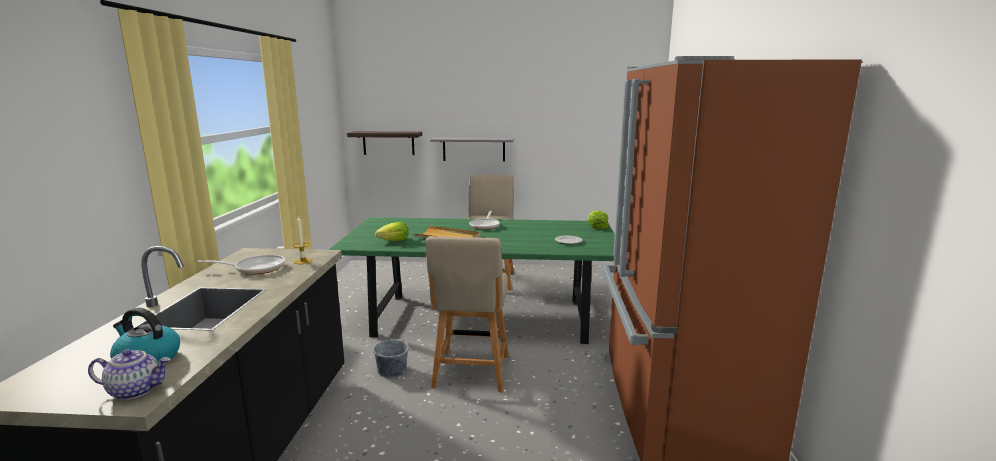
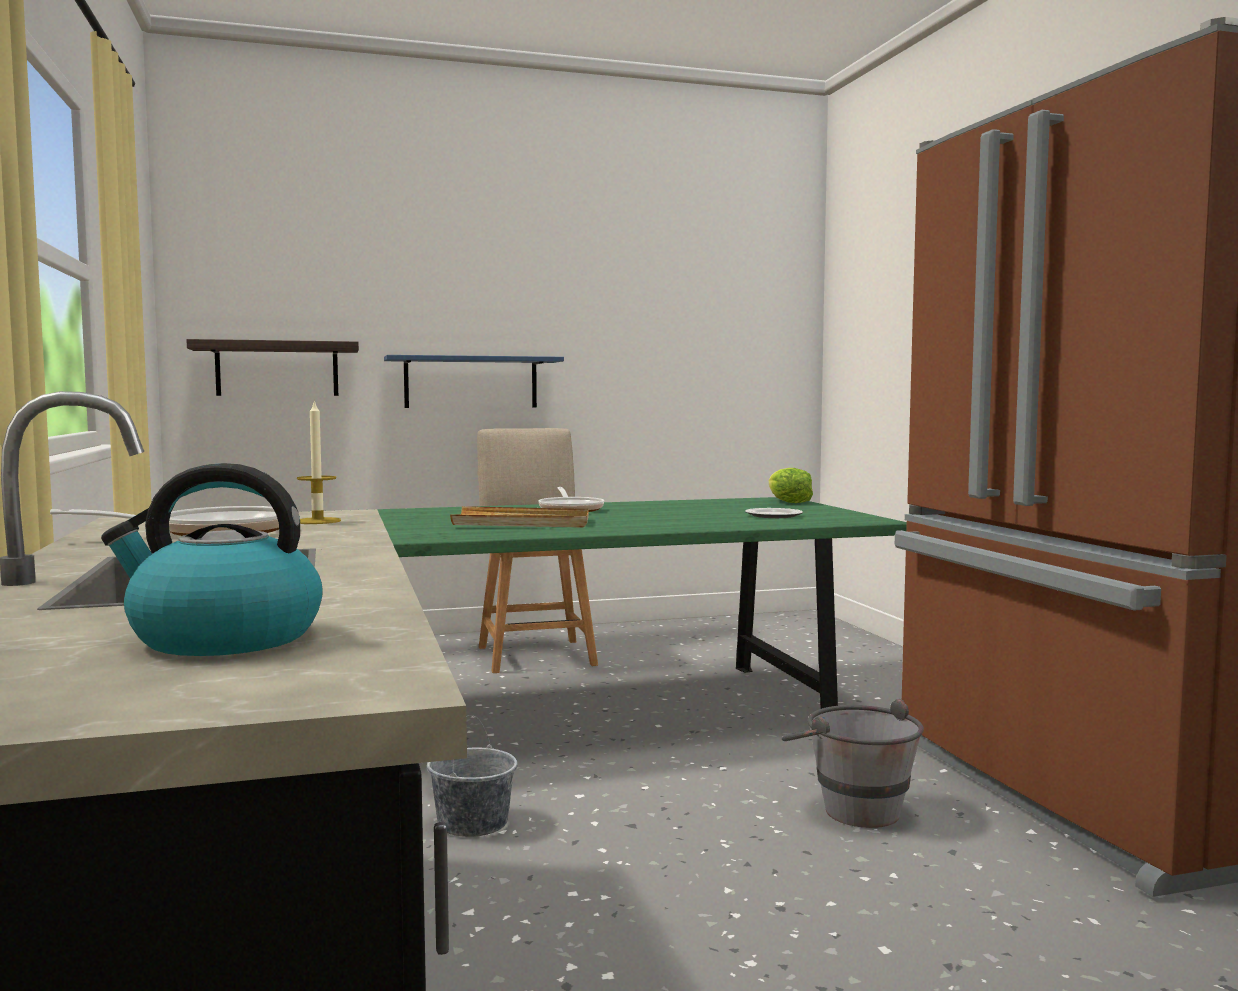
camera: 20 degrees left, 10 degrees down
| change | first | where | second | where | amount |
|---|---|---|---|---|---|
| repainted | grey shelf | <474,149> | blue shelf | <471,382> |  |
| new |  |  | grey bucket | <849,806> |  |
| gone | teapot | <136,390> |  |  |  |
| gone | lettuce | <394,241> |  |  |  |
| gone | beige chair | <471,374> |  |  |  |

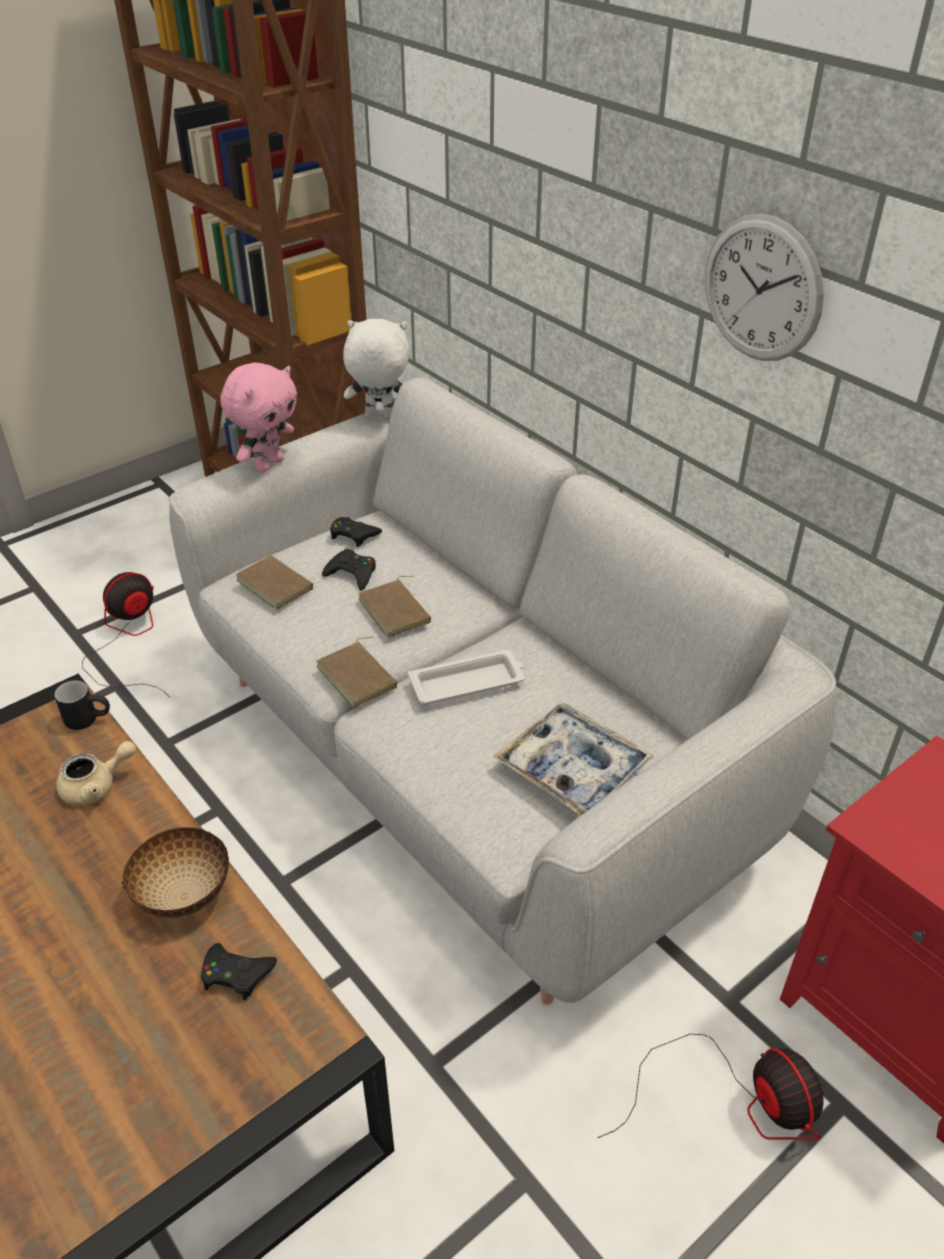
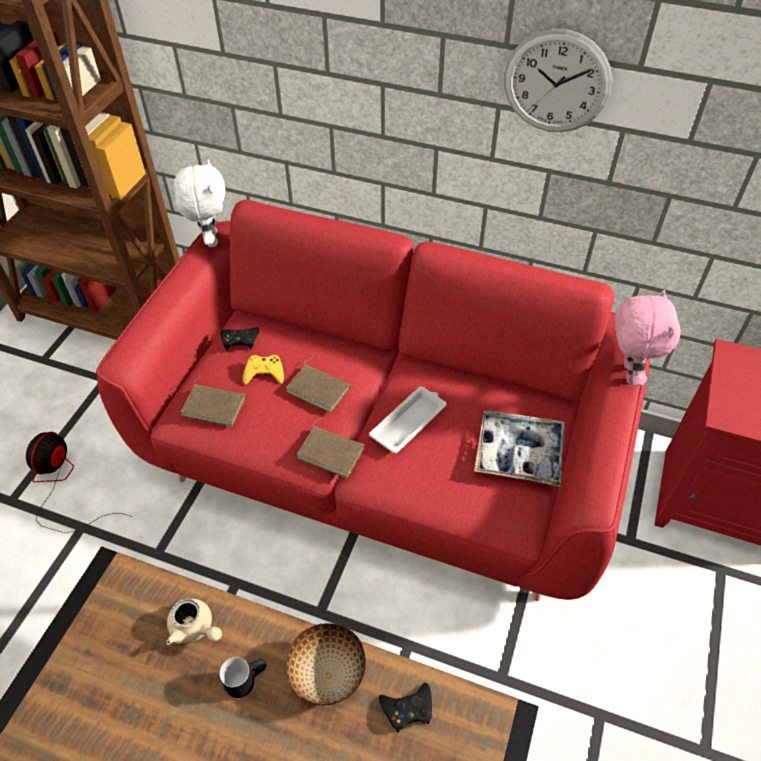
camera: 30 degrees left, 10 degrees up
| change | first | where | second | where | amount |
|---|---|---|---|---|---|
| repainted | grey sofa | <472,759> | red sofa | <381,459> |  |
| rotated | beige teapot | <97,786> |  | <195,629> | 90 degrees clockwise |
| rotated | white plush toy | <379,417> |  | <210,239> | 105 degrees clockwise |
| shifted | black mug | <89,719> |  | <246,678> |  |
| repainted | black game controller | <352,574> | yellow game controller | <264,373> |  |
| shifted | pink plush toy | <268,464> |  | <627,372> |  |
| gone | fan | <736,1100> |  |  |  |

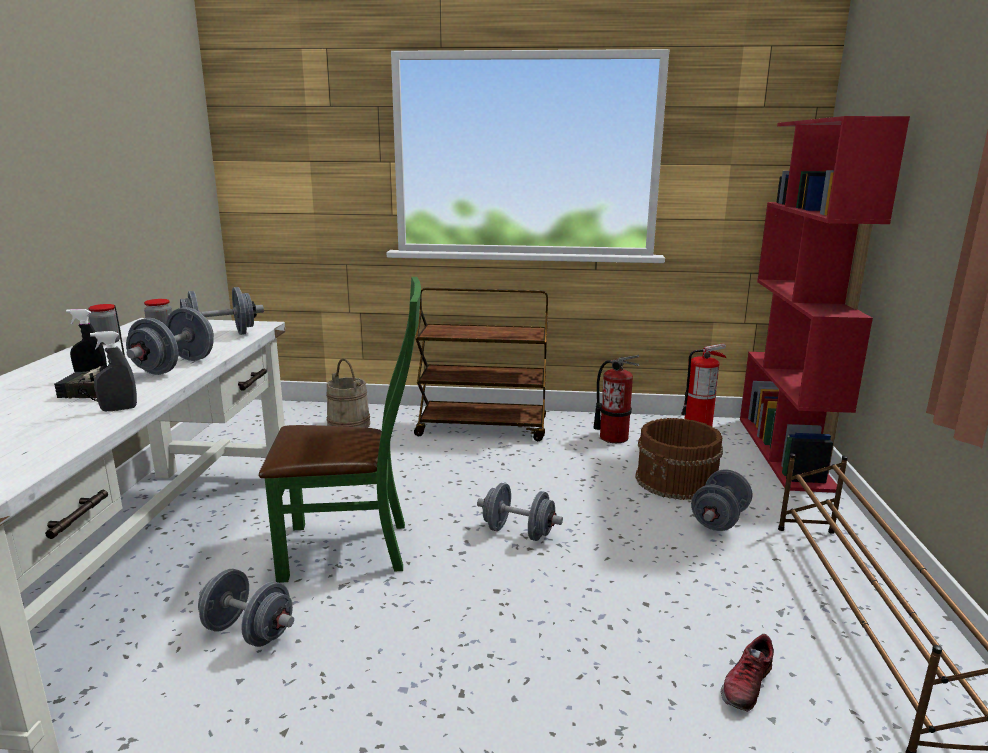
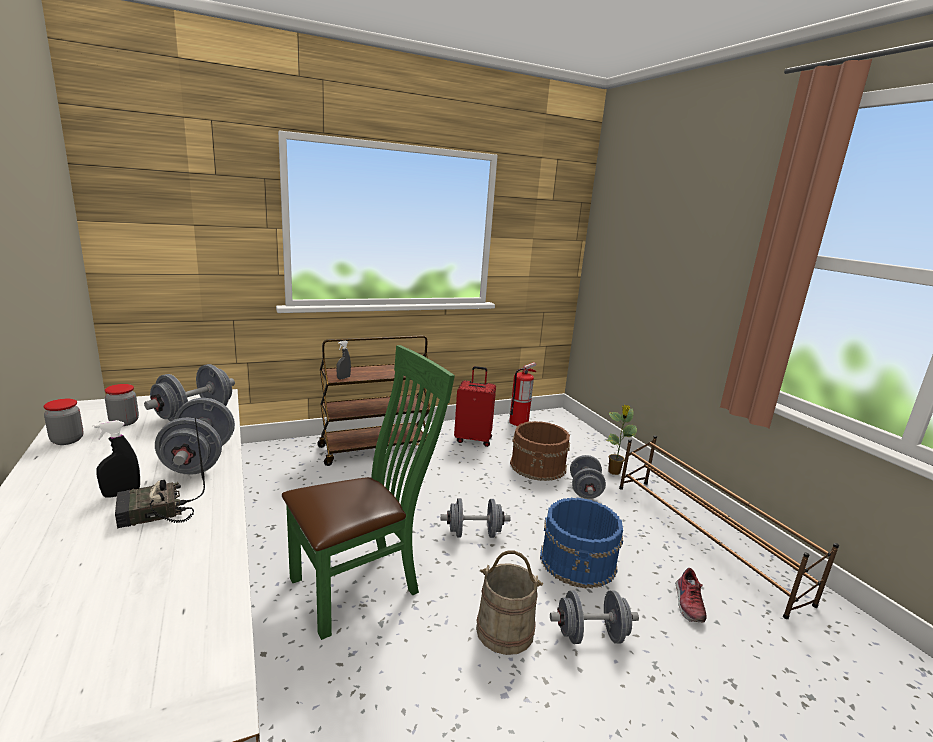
camera: 30 degrees left, 0 degrees up
| change | first | where | second | where | amount |
|---|---|---|---|---|---|
| shifted | grey spray bottle | <119,409> |  | <343,378> |  |
| swapped | fire extinguisher | <613,437> | red suitcase | <473,439> |  |
| shifted | beige bucket | <349,425> |  | <505,630> |  |
| new |  |  | blue bucket | <578,560> |  |
| shifted | grey dumbbell | <248,632> |  | <590,635> |  |
| new |  |  | potted plant | <614,472> |  |
| gone | red bookcase | <785,452> |  |  |  |

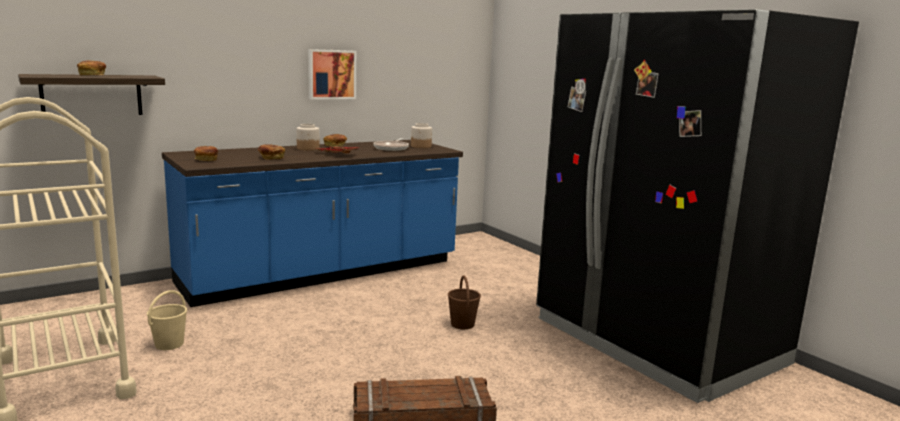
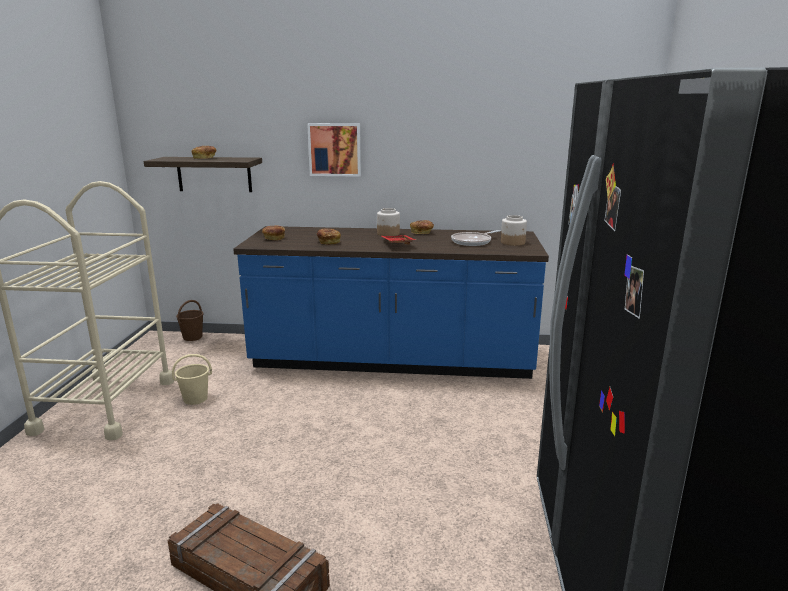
camera: 40 degrees right, 5 degrees up
| change | first | where | second | where | amount |
|---|---|---|---|---|---|
| shifted | brown bucket | <462,324> |  | <193,337> |  |
| shifted | picture | <331,74> |  | <335,149> |  |

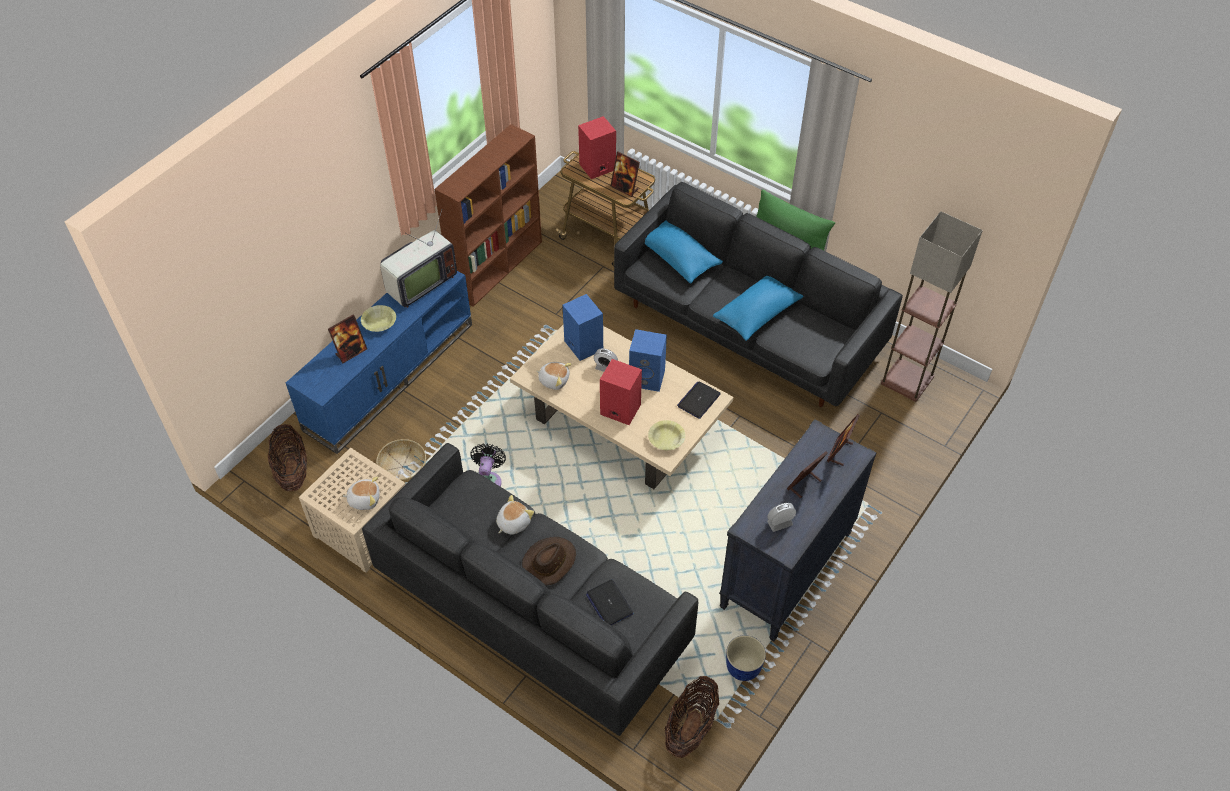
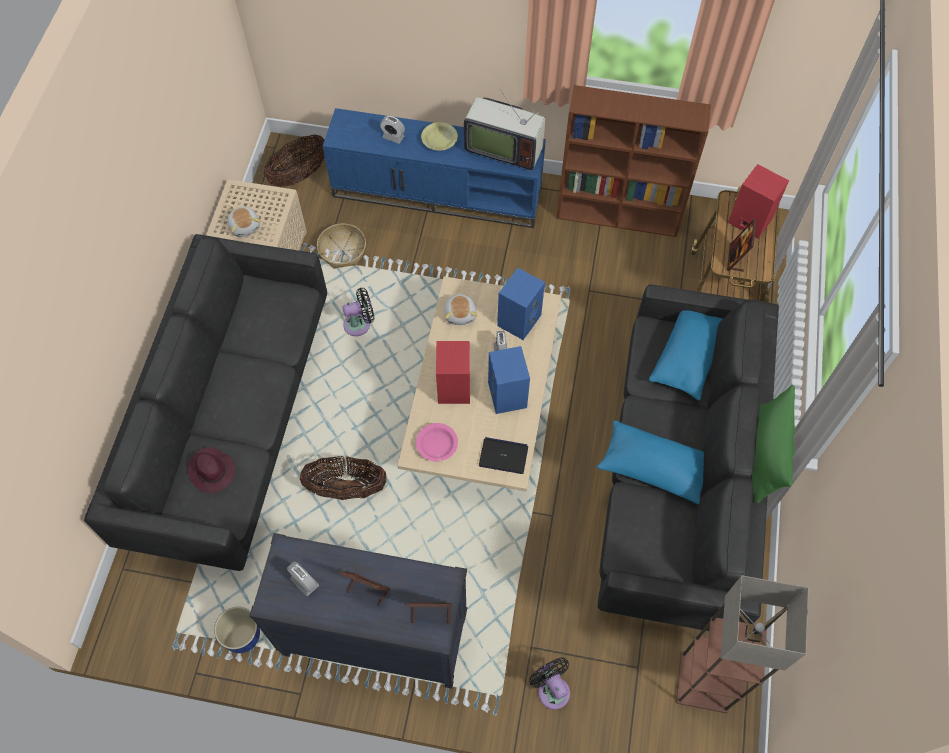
camera: 65 degrees right, 10 degrees up
| change | first | where | second | where | amount |
|---|---|---|---|---|---|
| swapped | laptop | <609,603> | purple hat | <212,471> |  |
| shifted | basket | <690,728> |  | <346,488> |  |
| swapped | picture frame | <351,352> | alarm clock | <393,137> |  |
| repainted | yellow bowl | <666,439> | pink bowl | <437,445> |  |
| new |  |  | black fan | <552,689> |  |
| gone | plush toy | <513,522> |  |  |  |
| gone | brown hat | <549,562> |  |  |  |

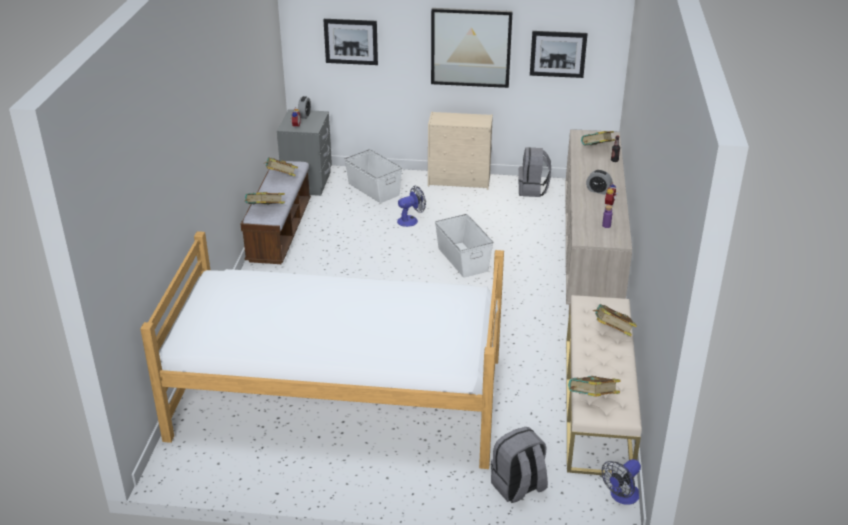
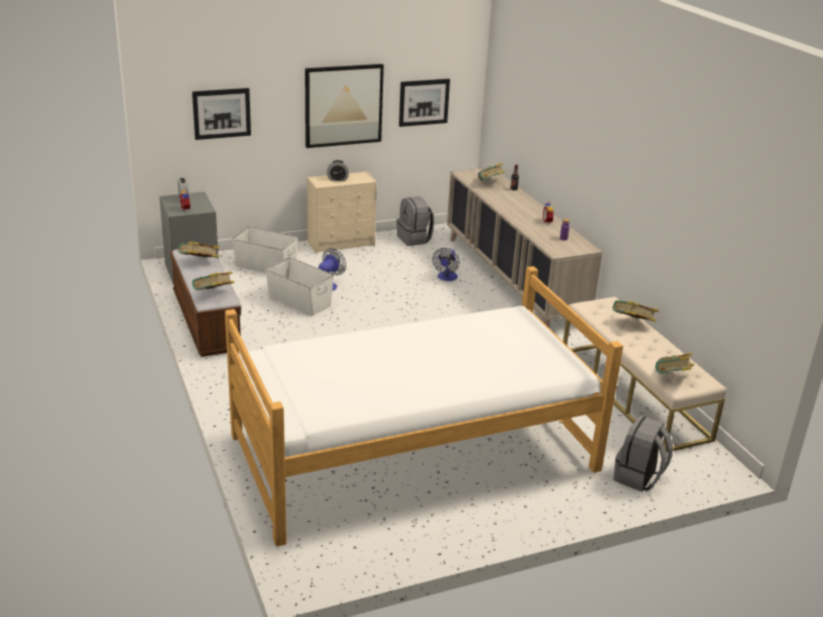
camera: 30 degrees left, 5 degrees down
| change | first | where | second | where | amount |
|---|---|---|---|---|---|
| shifted | white storage box | <463,259> |  | <299,301> |  |
| shifted | alarm clock | <598,191> |  | <338,179> |  |
| shifted | fan | <621,496> |  | <446,278> |  |

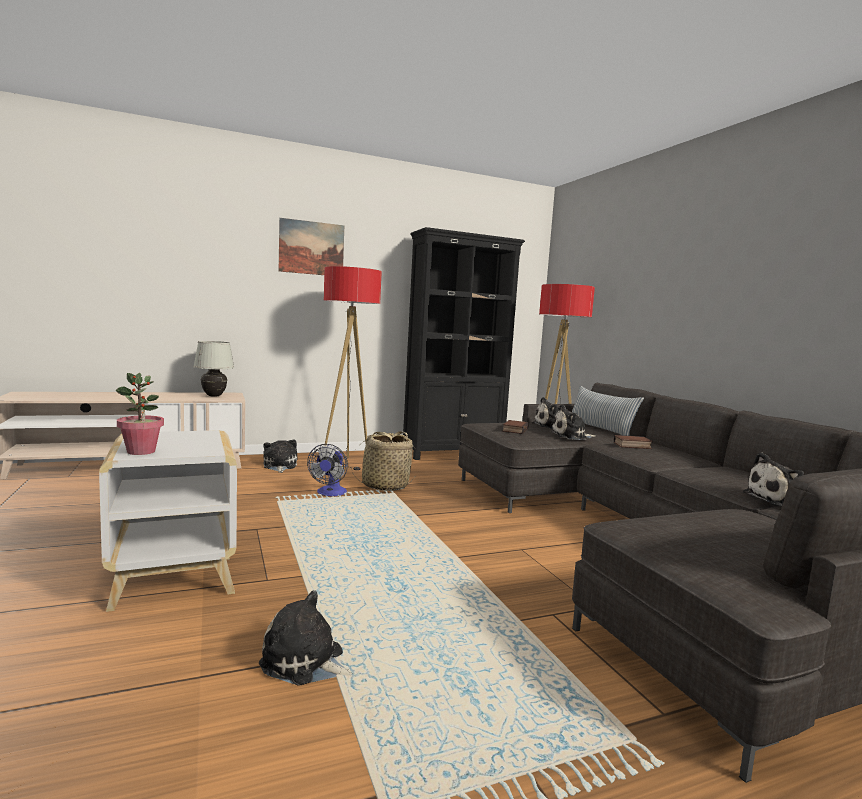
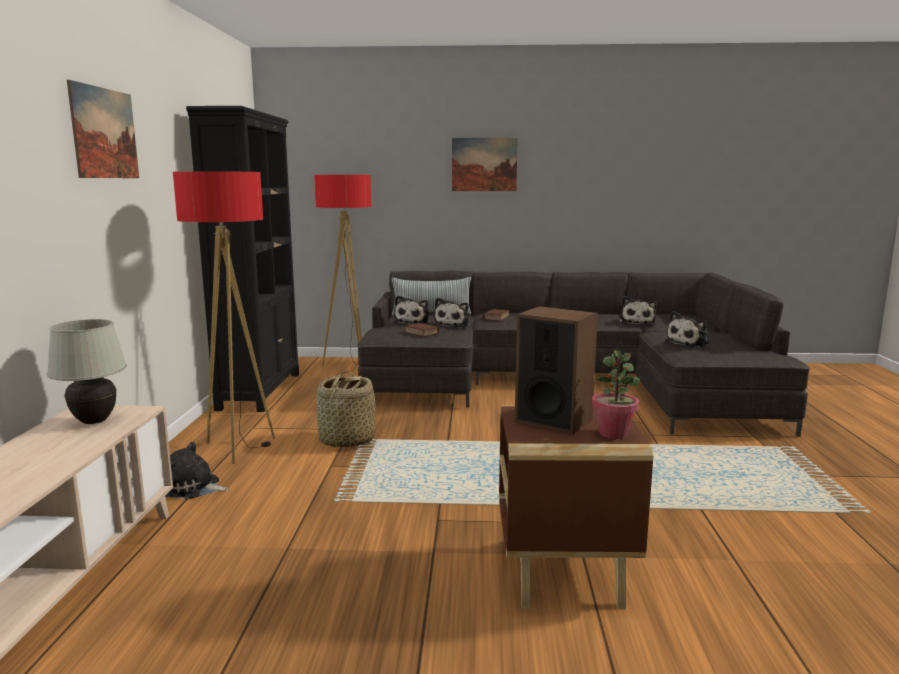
camera: 65 degrees left, 5 degrees up
| change | first | where | second | where | amount |
|---|---|---|---|---|---|
| new |  |  | picture | <484,164> |  |
| repainted | white side table | <176,580> | brown side table | <562,569> |  |
| new |  |  | speaker | <553,420> |  |
| shifted | plush toy | <305,662> |  | <689,343> |  |
| gone | fan | <330,493> |  |  |  |

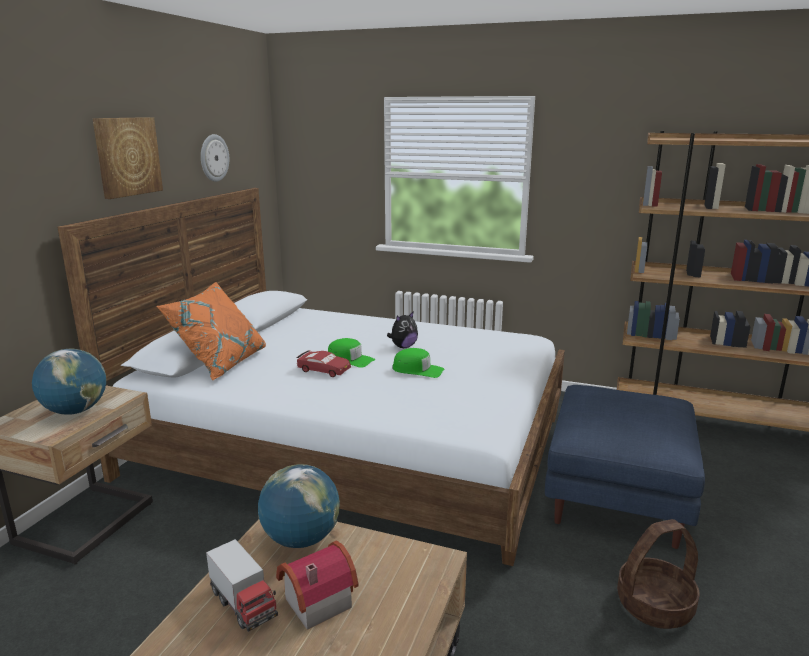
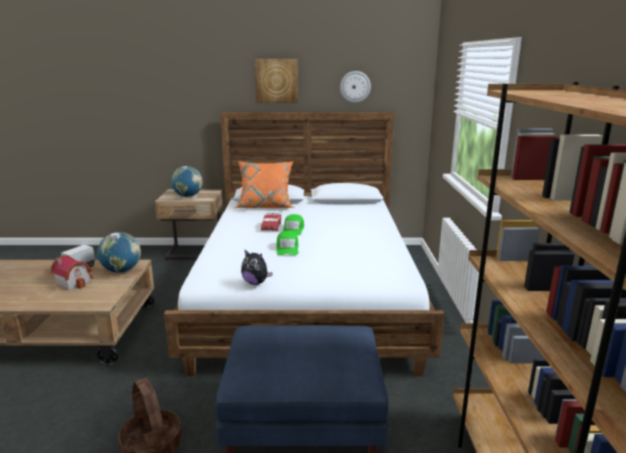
camera: 70 degrees right, 0 degrees up
| change | first | where | second | where | amount |
|---|---|---|---|---|---|
| shifted | plush toy | <403,347> |  | <256,283> |  |

